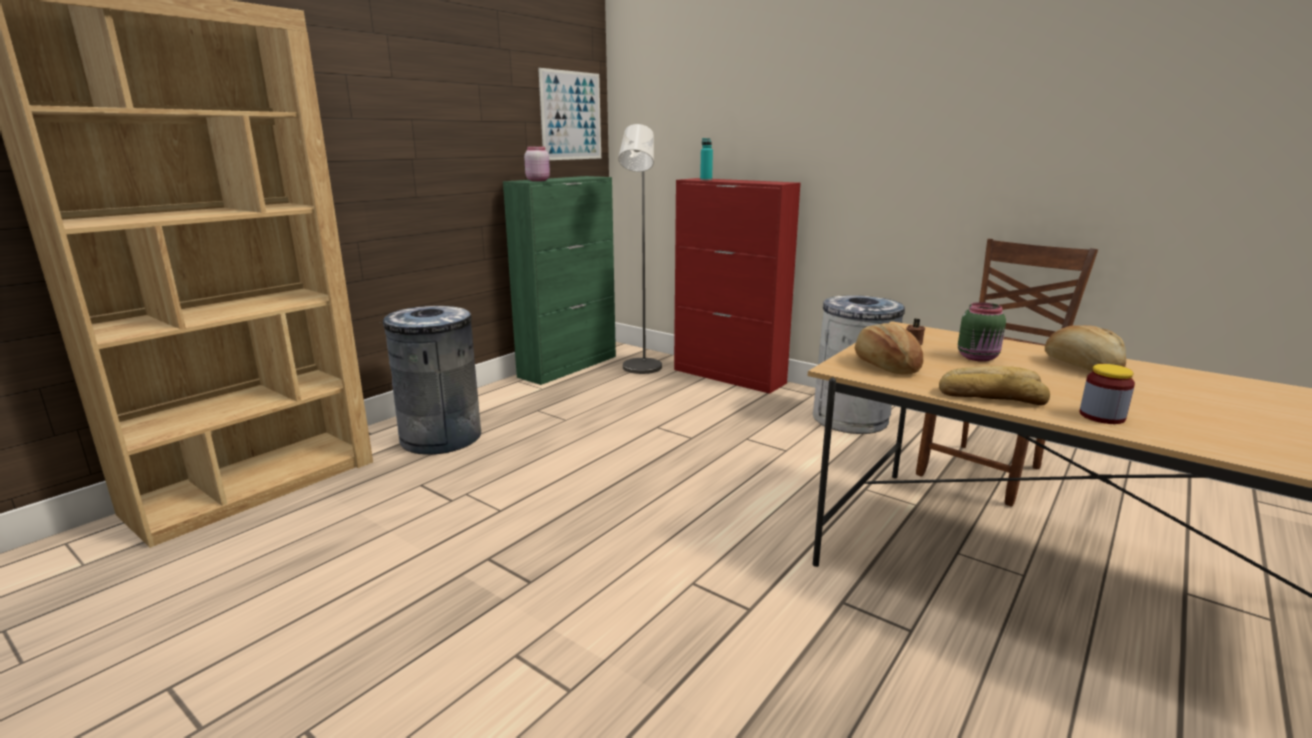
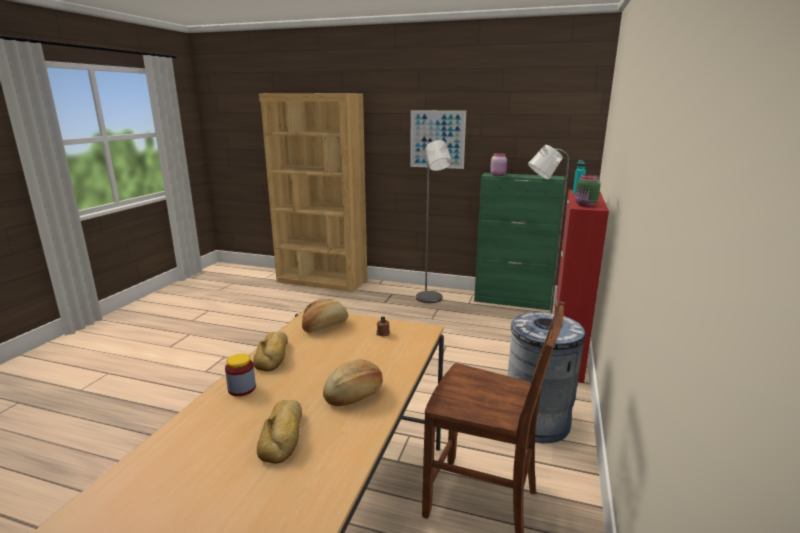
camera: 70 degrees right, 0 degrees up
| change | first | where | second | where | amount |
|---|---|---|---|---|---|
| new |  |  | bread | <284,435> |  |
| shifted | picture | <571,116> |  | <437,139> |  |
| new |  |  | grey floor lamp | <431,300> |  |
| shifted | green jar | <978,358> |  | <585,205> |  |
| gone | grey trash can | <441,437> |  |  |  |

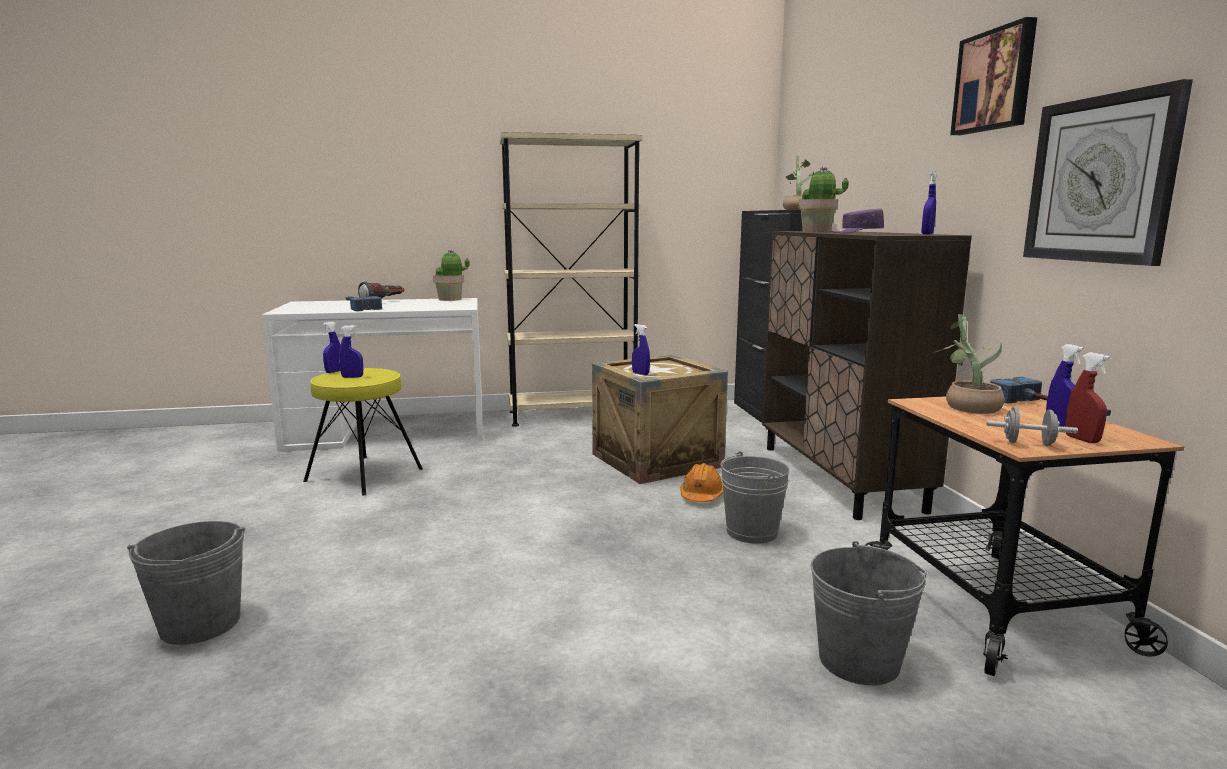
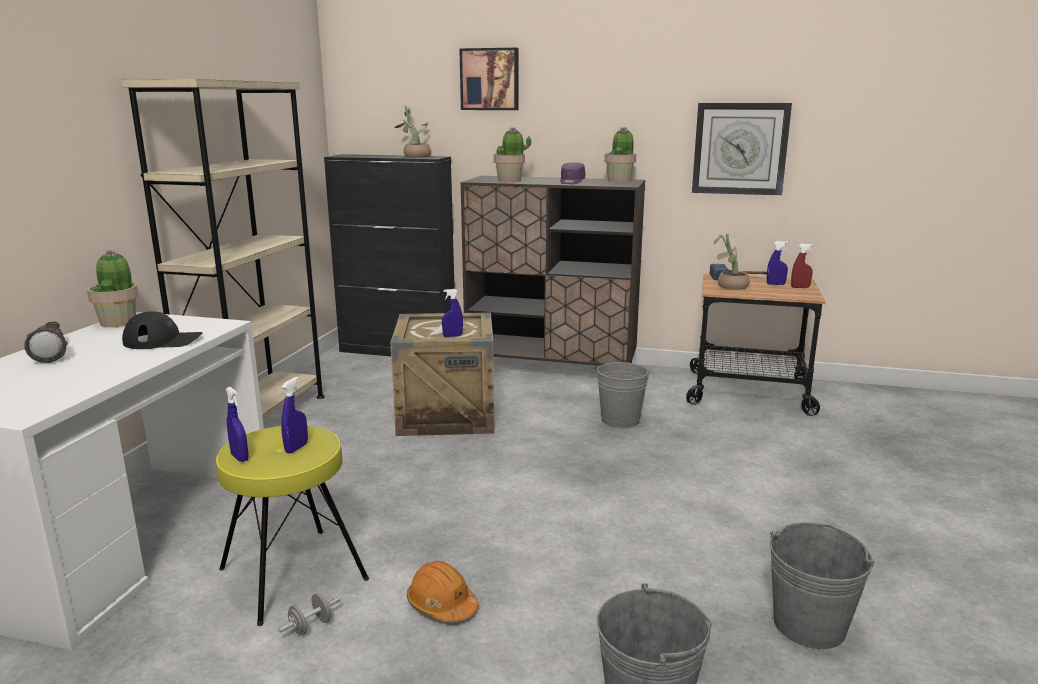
camera: 65 degrees left, 5 degrees up
| change | first | where | second | where | amount |
|---|---|---|---|---|---|
| new |  |  | black cap | <163,341> |  |
| shifted | grey dumbbell | <1028,444> |  | <310,626> |  |
| shifted | orange hard hat | <701,496> |  | <442,605> |  |
| shifted | picture | <995,81> |  | <490,79> |  |
| swapped | blue spray bottle | <927,234> | potted plant | <619,180> |  |
| shifted | grey bucket | <859,660> |  | <809,625> |  |
| gone | hammer | <359,307> |  |  |  |

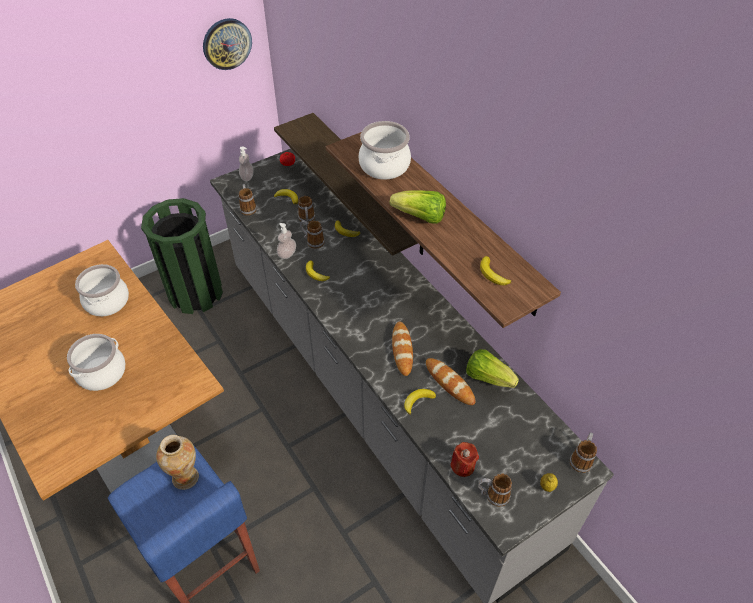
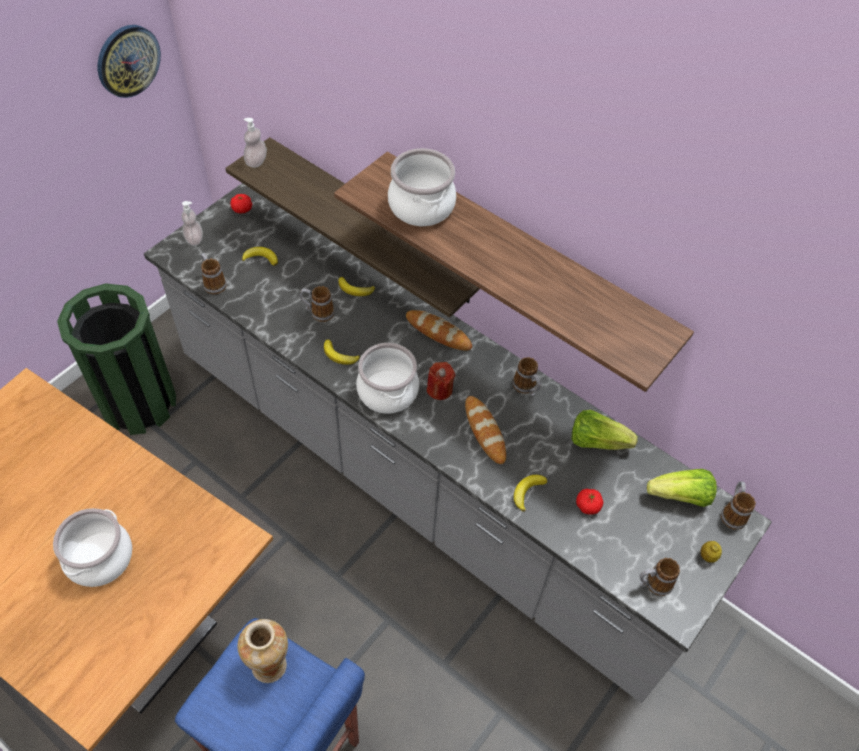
camera: 20 degrees left, 5 degrees up
| change | first | where | second | where | amount |
|---|---|---|---|---|---|
| shifted | soap dispenser | <287,254> |  | <256,161> |  |
| shifted | cooking pot | <107,301> |  | <388,391> |  |
| shifted | bread | <449,383> |  | <438,332> |  |
| shifted | red candle | <463,466> |  | <439,389> |  |
| shifted | mug | <307,220> |  | <526,388> |  |
| new |  |  | tomato | <588,506> |  |
| shifted | lettuce | <420,217> |  | <680,497> |  |
| gone | banana | <492,274> |  |  |  |

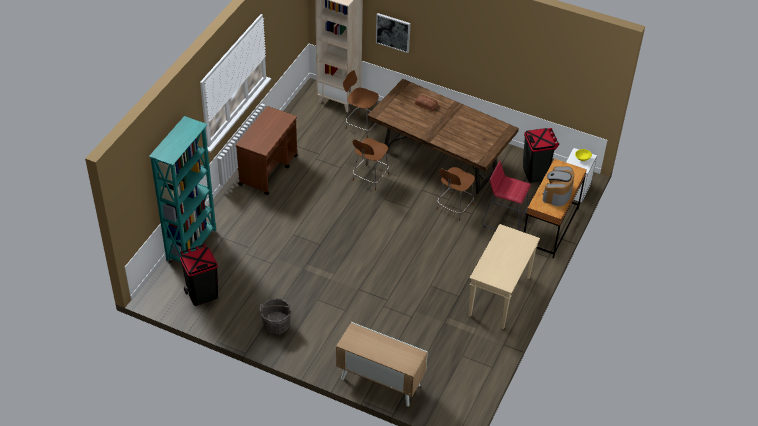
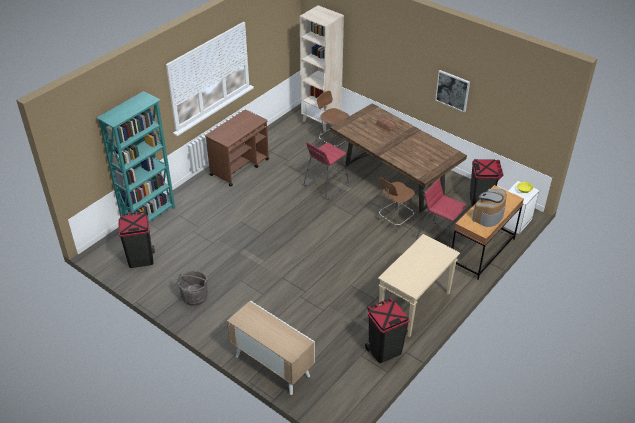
camera: 15 degrees right, 5 degrees down
| change | first | where | second | where | amount |
|---|---|---|---|---|---|
| swapped | brown chair | <370,178> | red stool | <326,185> |  |
| new |  |  | black trash can | <384,350> |  |
| shifted | picture | <393,32> |  | <452,90> |  |

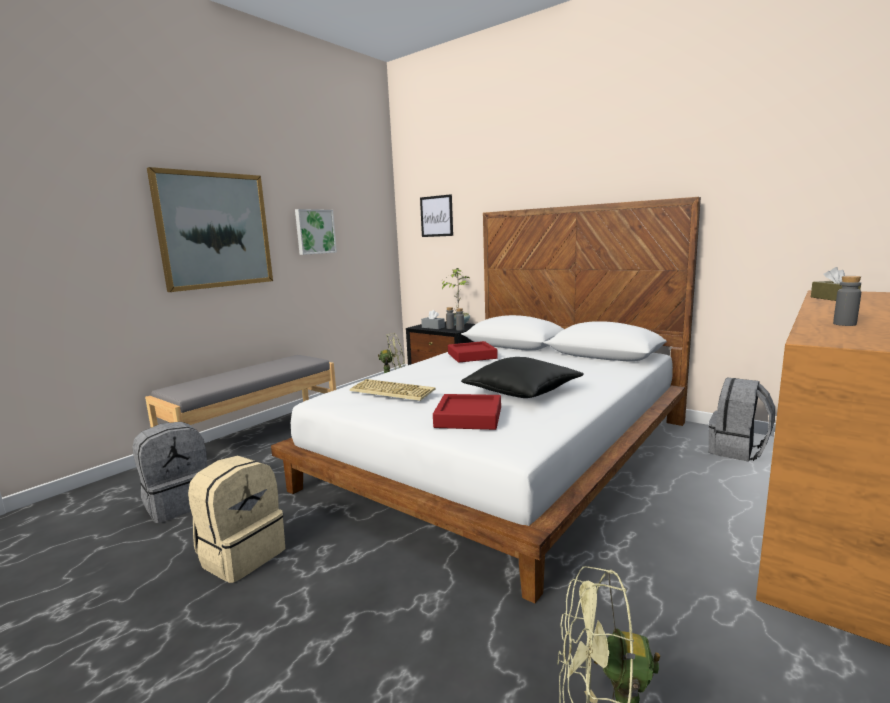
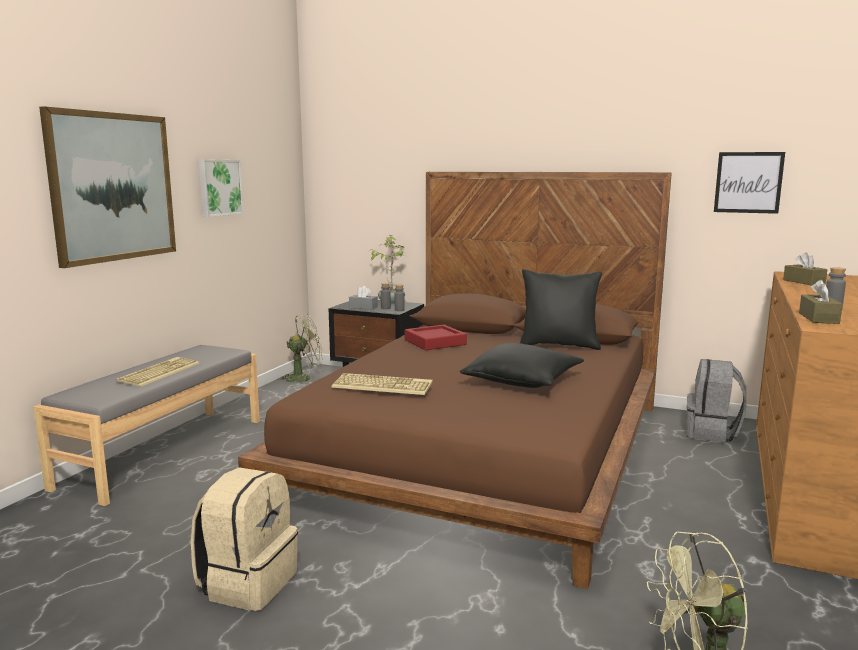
camera: 15 degrees left, 0 degrees up
| change | first | where | second | where | amount |
|---|---|---|---|---|---|
| new |  |  | keyboard | <159,372> |  |
| repainted | white bed | <506,453> | brown bed | <485,451> |  |
| new |  |  | black pillow | <559,345> |  |
| shifted | picture | <436,216> |  | <748,182> |  |
| new |  |  | brown tissue box | <818,318> |  |
| gone | grey backpack | <179,504> |  |  |  |
| gone | red tray | <468,417> |  |  |  |

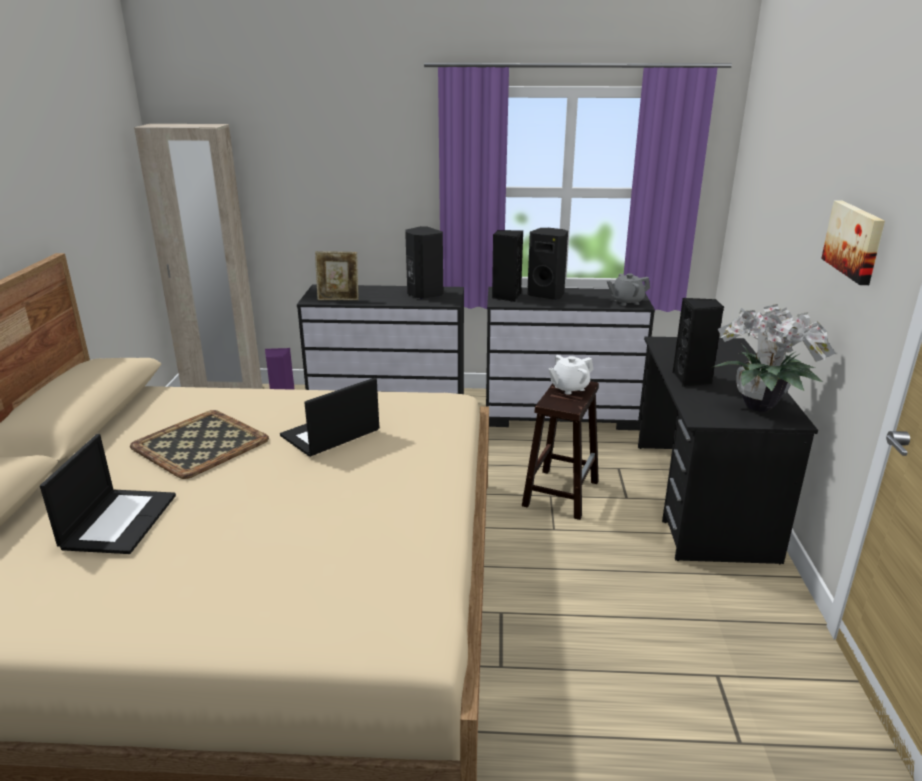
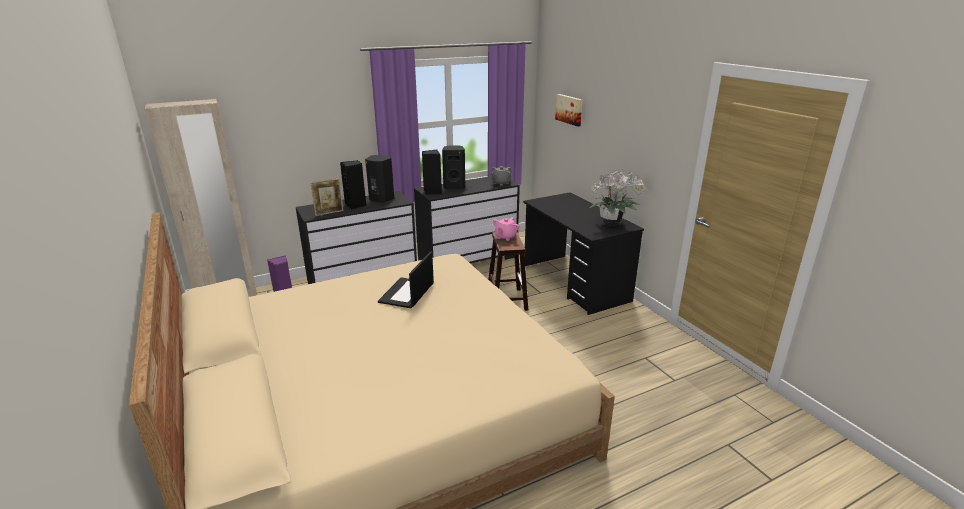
camera: 30 degrees left, 0 degrees up
| change | first | where | second | where | amount |
|---|---|---|---|---|---|
| shifted | black speaker | <692,379> |  | <356,205> |  |
| repainted | white teapot | <569,388> | pink teapot | <505,237> |  |
| shifted | picture | <855,241> |  | <569,109> |  |
| gone | laptop | <119,520> |  |  |  |
| gone | tray | <200,443> |  |  |  |

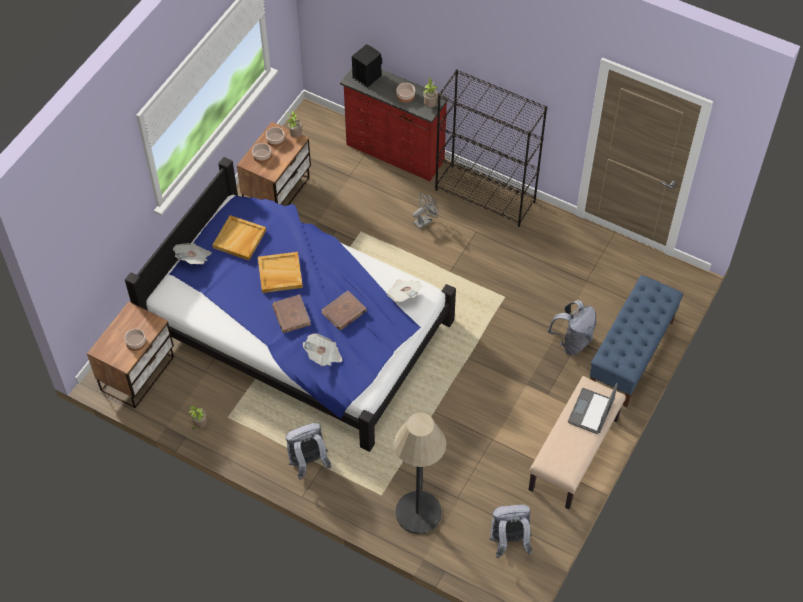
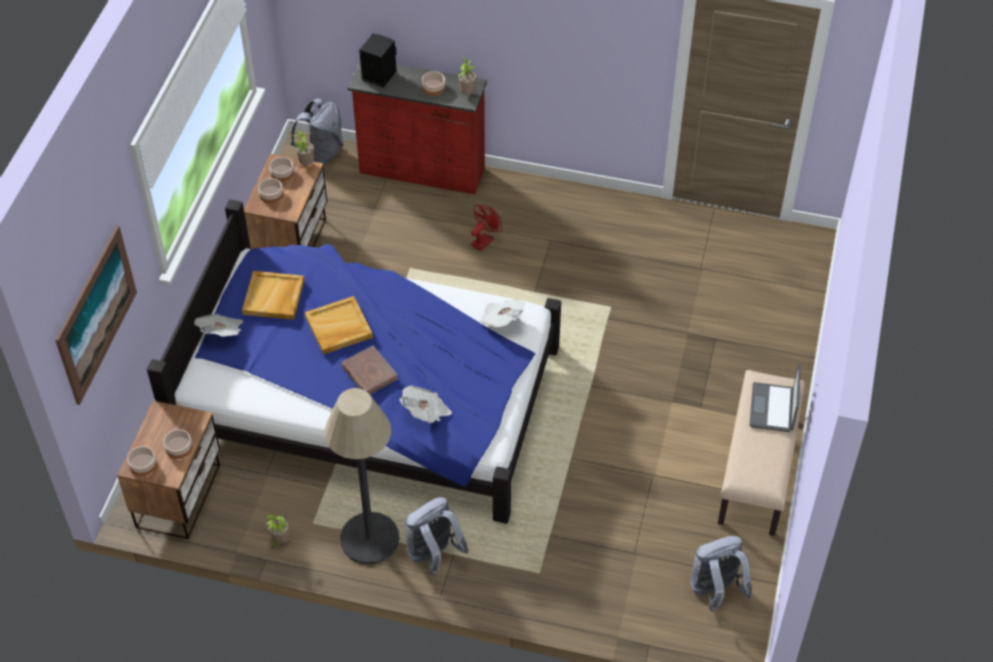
camera: 15 degrees left, 5 degrees down
| change | first | where | second | where | amount |
|---|---|---|---|---|---|
| new |  |  | picture | <96,314> |  |
| new |  |  | bowl | <143,465> |  |
| shifted | grey backpack | <572,342> |  | <322,153> |  |
| shifted | floor lamp | <418,512> |  | <370,538> |  |
| repainted | grey fan | <425,221> | red fan | <484,240> |  |
| gone | brown book | <344,312> |  |  |  |
| gone | black bookcase | <485,196> |  |  |  |
| gone | blue bench | <631,355> |  |  |  |

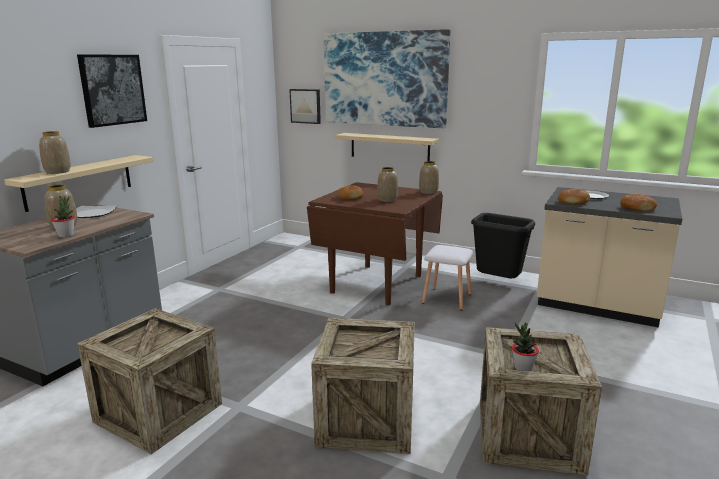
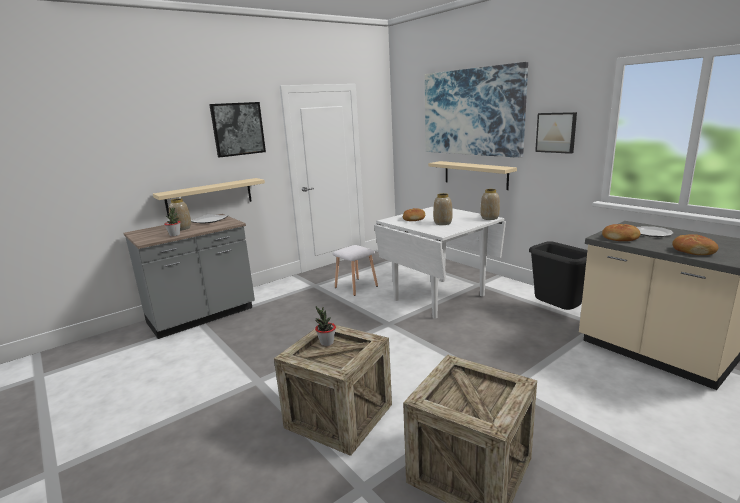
camera: 25 degrees right, 0 degrees up
| change | first | where | second | where | amount |
|---|---|---|---|---|---|
| shifted | potted plant | <523,368> |  | <326,343> |  |
| shifted | white stool | <447,299> |  | <356,287> |  |
| repainted | brown dining table | <377,284> | white dining table | <439,298> |  |
| shifted | picture | <306,106> |  | <556,132> |  |
| gone | vase | <58,172> |  |  |  |
| gone | crate | <158,413> |  |  |  |

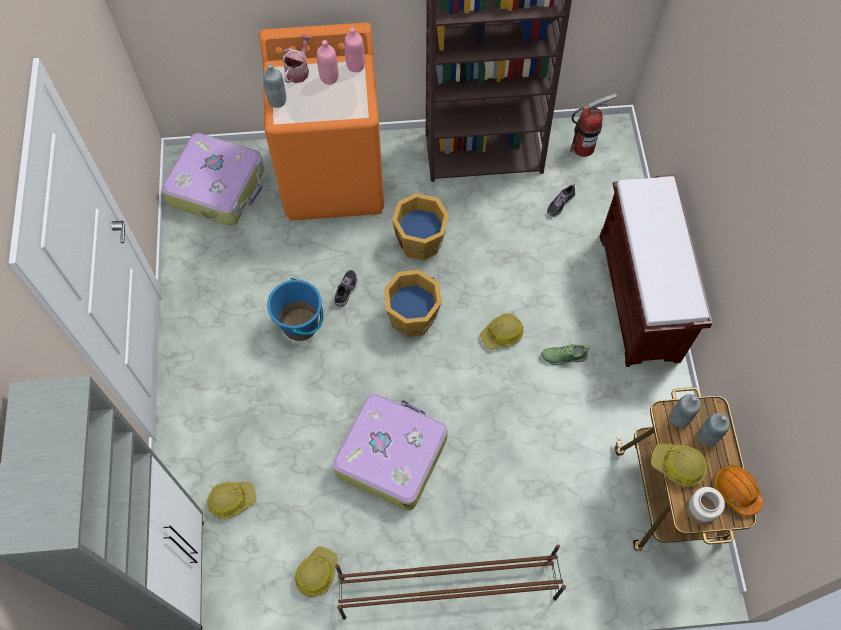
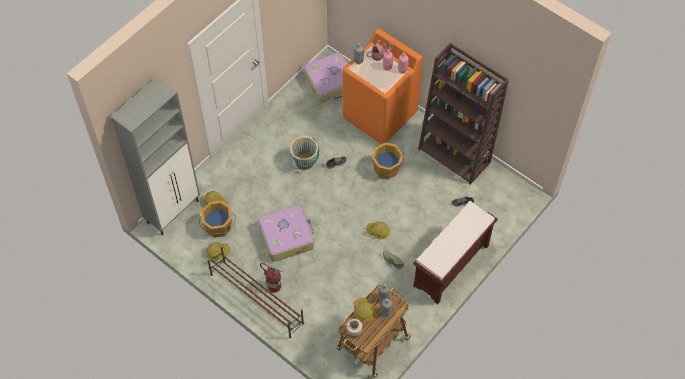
camera: 45 degrees right, 5 degrees down
| change | first | where | second | where | amount |
|---|---|---|---|---|---|
| shifted | orange bucket | <413,317> |  | <218,227> |  |
| shifted | fire extinguisher | <583,148> |  | <274,286> |  |
| repainted | blue bucket | <300,325> | beige bucket | <305,162> |  |
| gone | orange hard hat | <736,491> |  |  |  |

